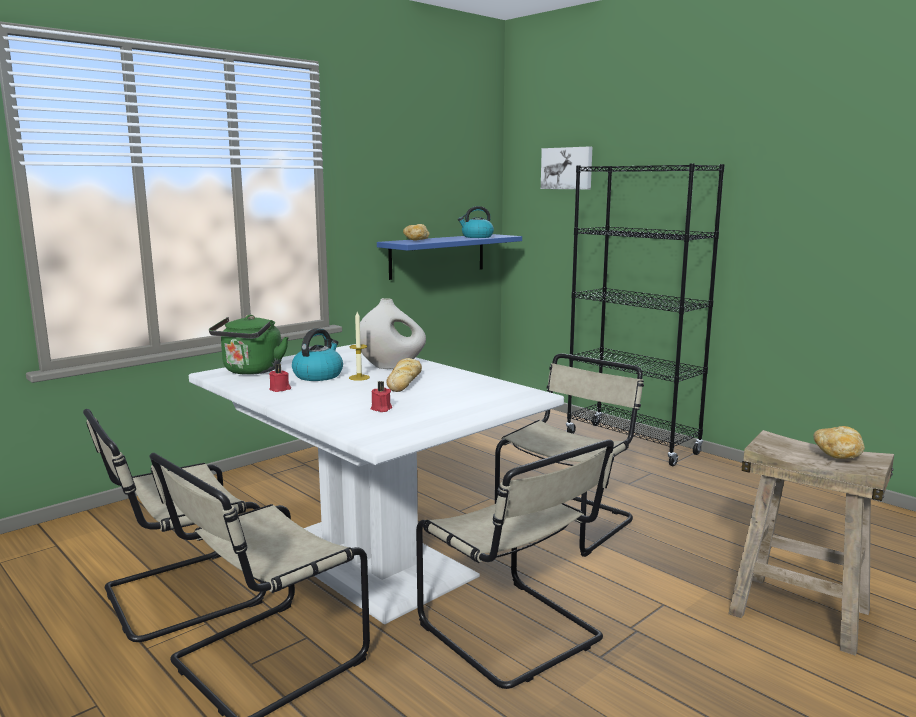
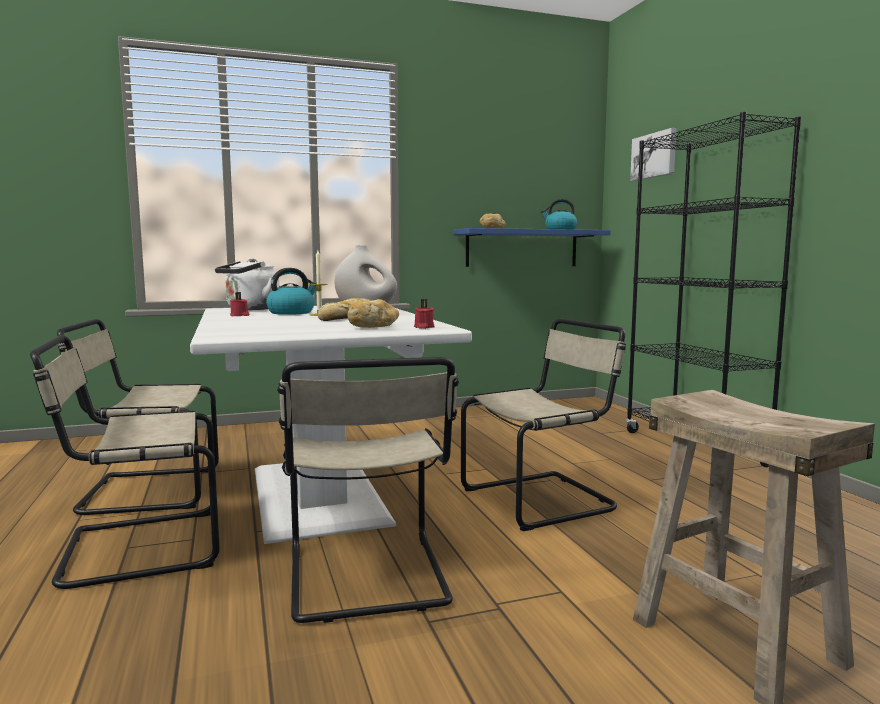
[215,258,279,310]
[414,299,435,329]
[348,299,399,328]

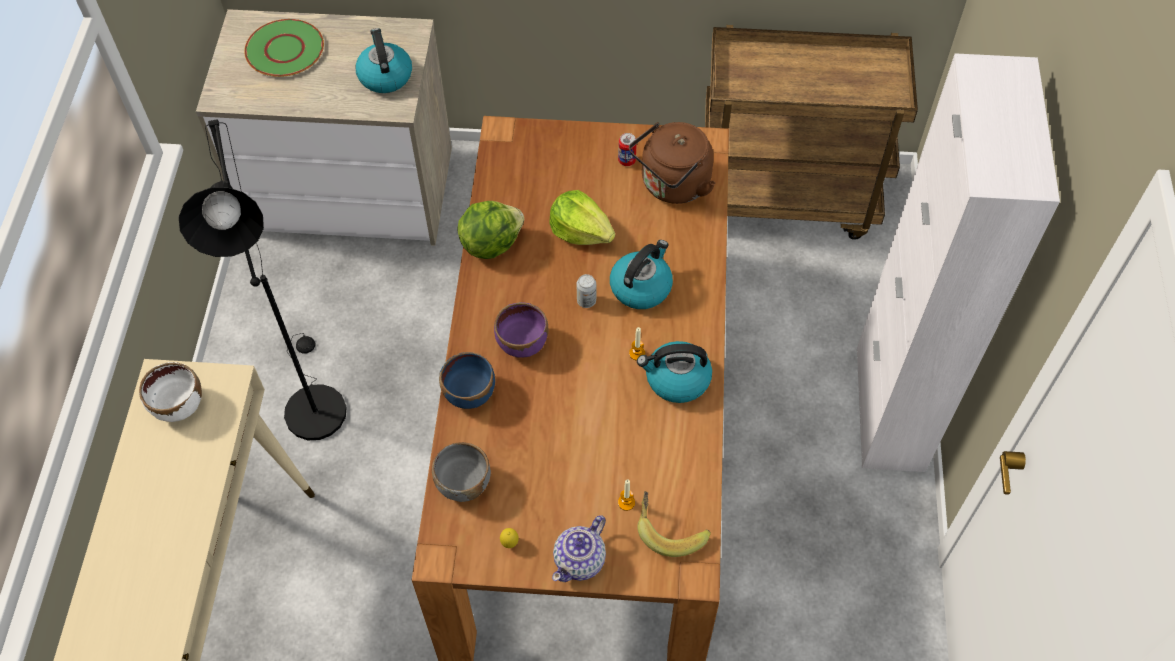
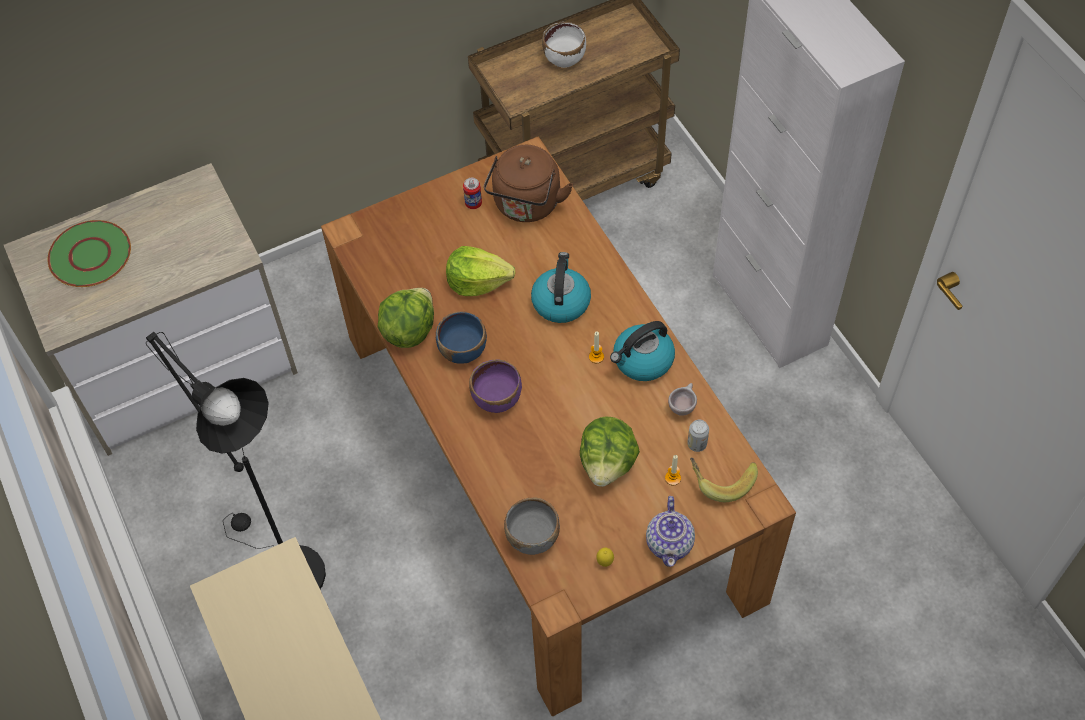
[356,28,412,93] (first image)
[687,420,709,452]
[436,311,487,364]
[542,22,586,68]
[668,383,697,416]
[580,417,640,487]

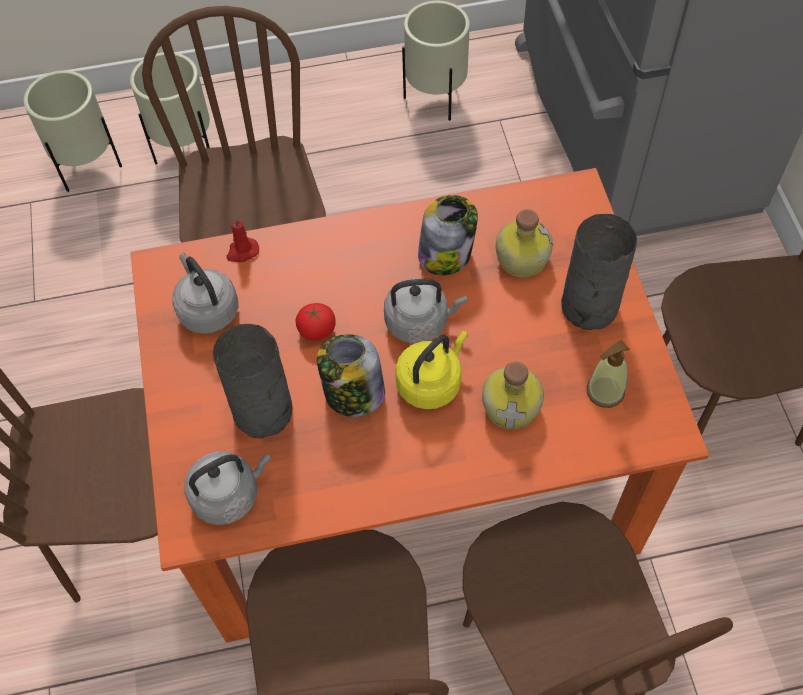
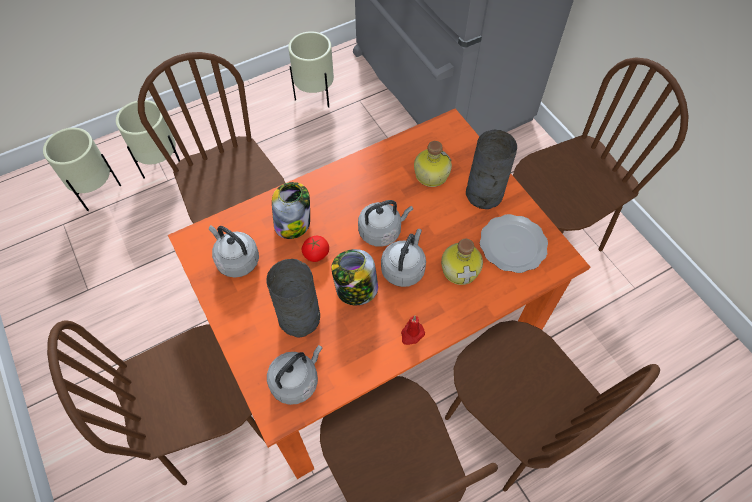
[272,182,310,239]
[401,316,425,345]
[381,229,426,287]
[480,214,548,273]

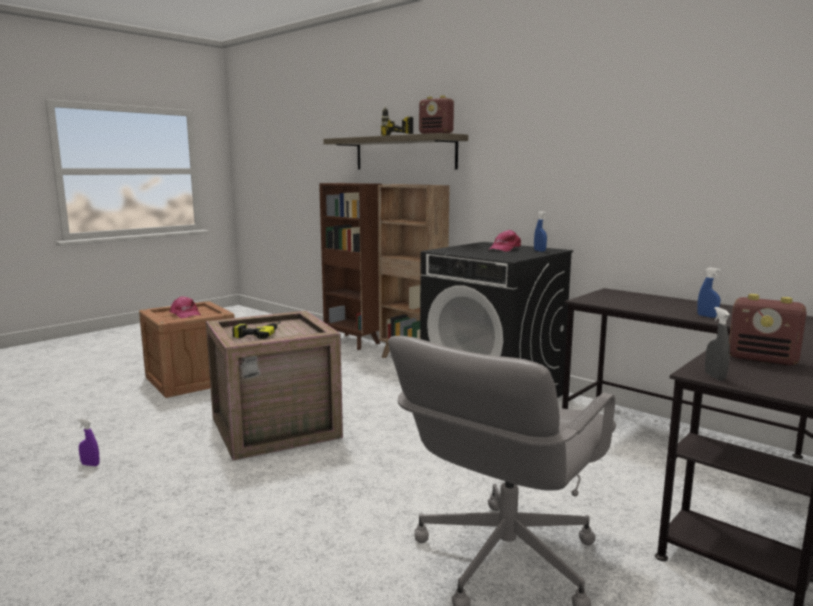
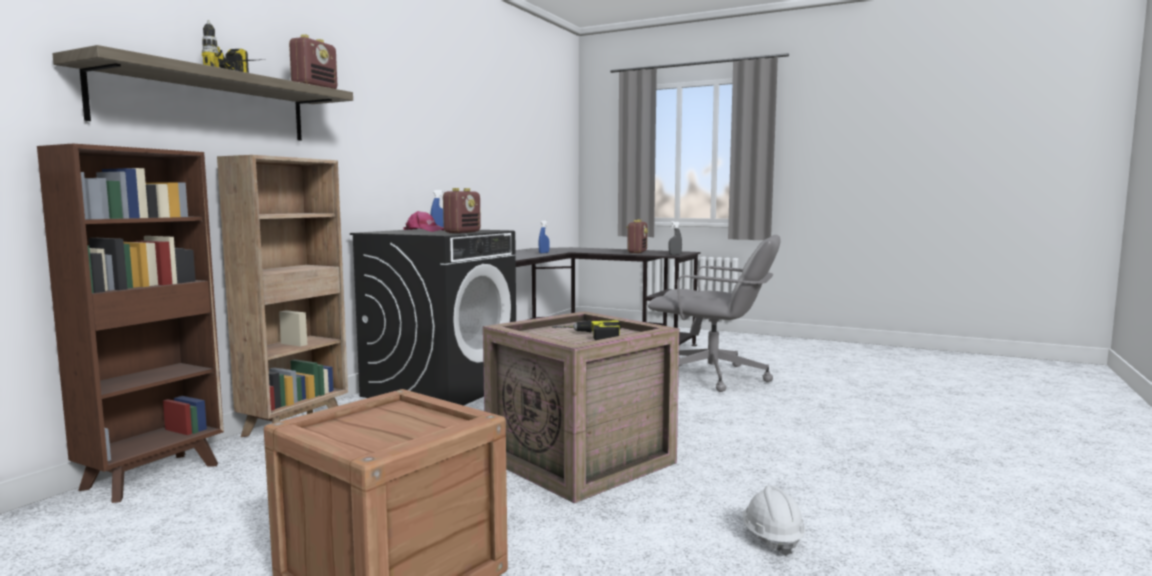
[169,296,201,319] (first image)
[743,485,806,556]
[443,188,481,234]

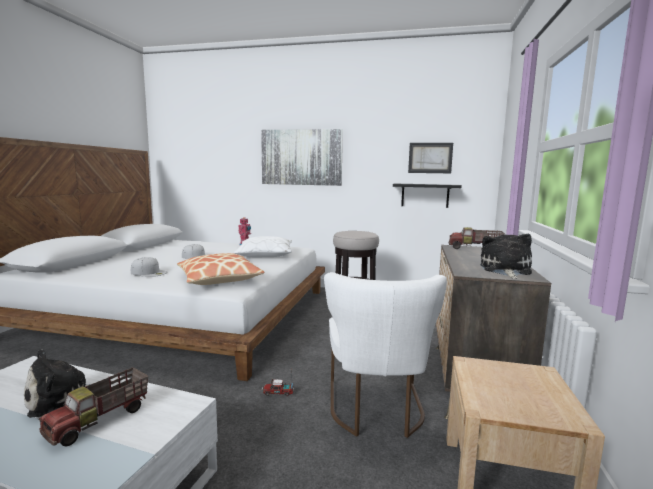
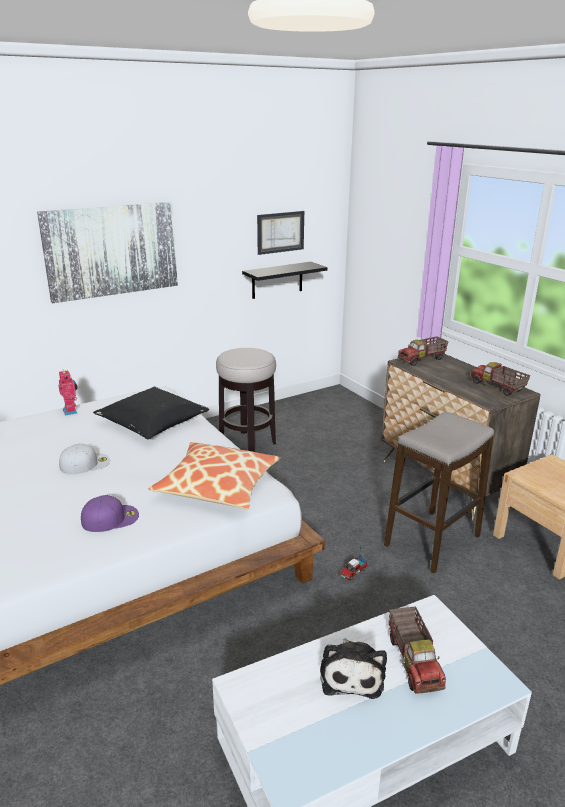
[470,362,530,396]
[93,387,209,439]
[81,495,139,532]
[384,411,494,574]

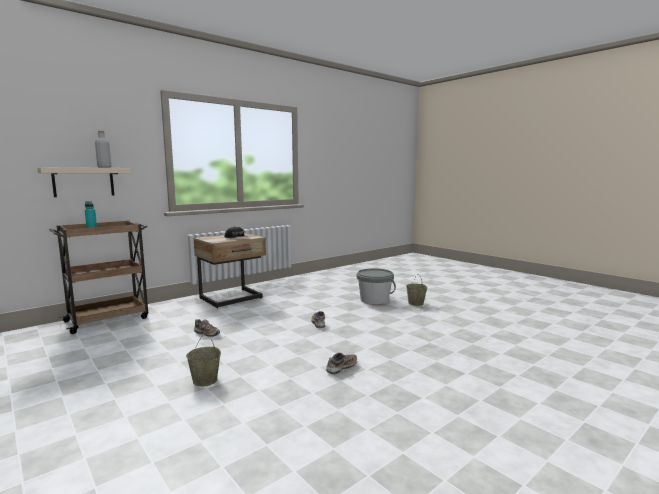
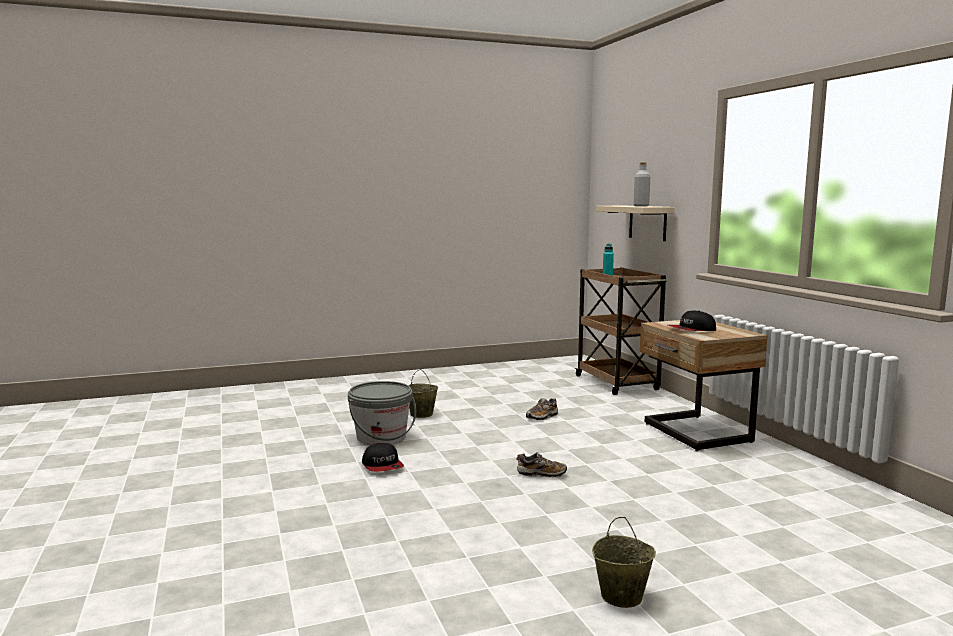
[348,381,416,445]
[362,443,404,472]

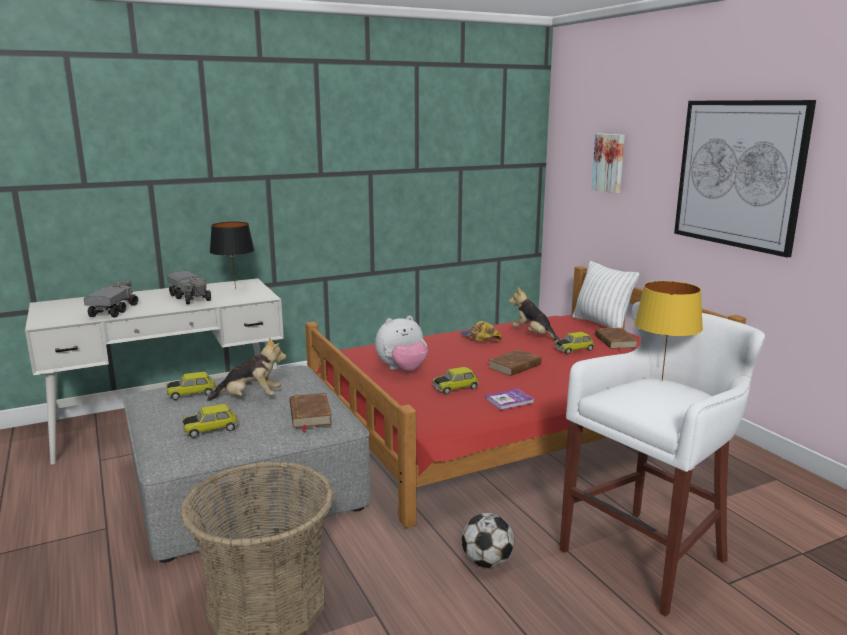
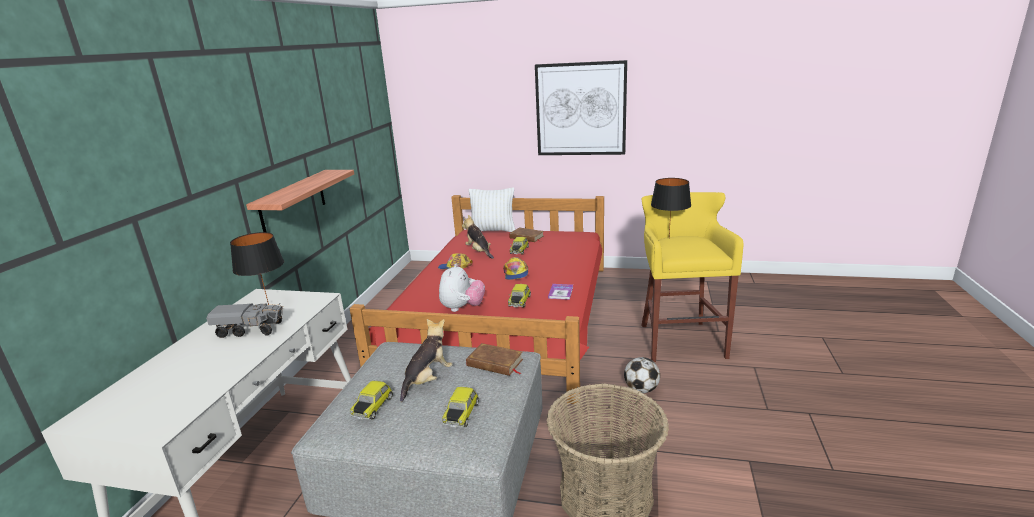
[591,133,625,193] (first image)
[83,281,139,317] (first image)
[651,178,691,236]
[462,215,494,259]
[641,192,744,362]
[503,257,528,280]
[246,170,354,232]

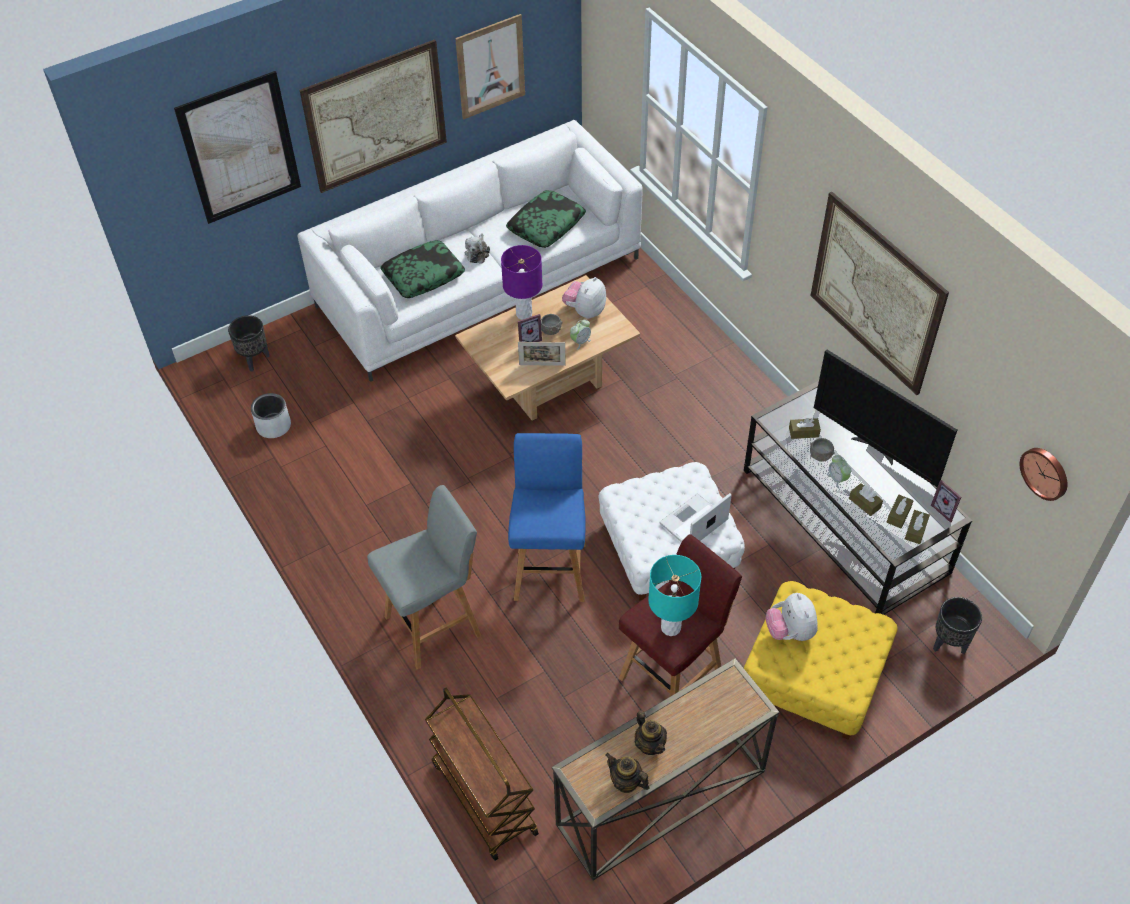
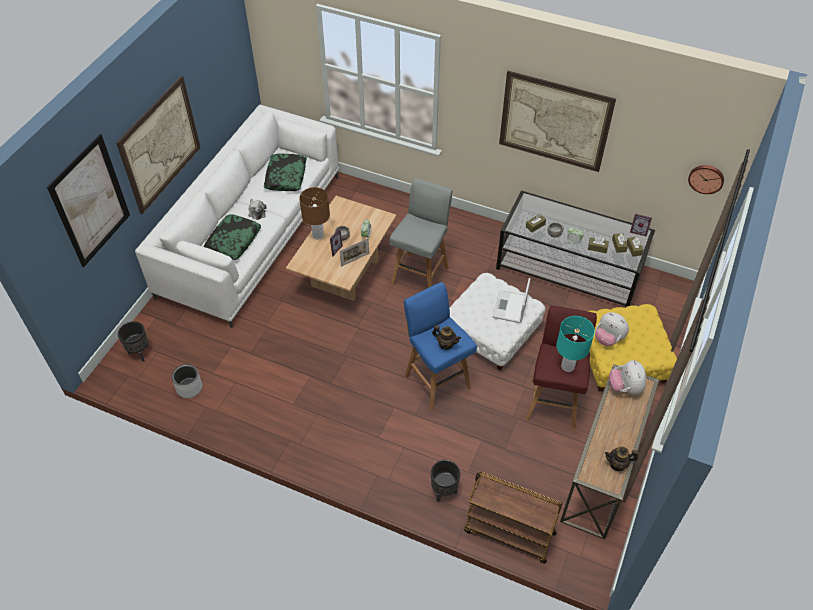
[455,14,525,119] (first image)
[299,187,330,240]
[609,360,646,395]
[814,350,957,487] (first image)
[390,178,453,288]
[431,460,460,502]
[432,325,461,350]

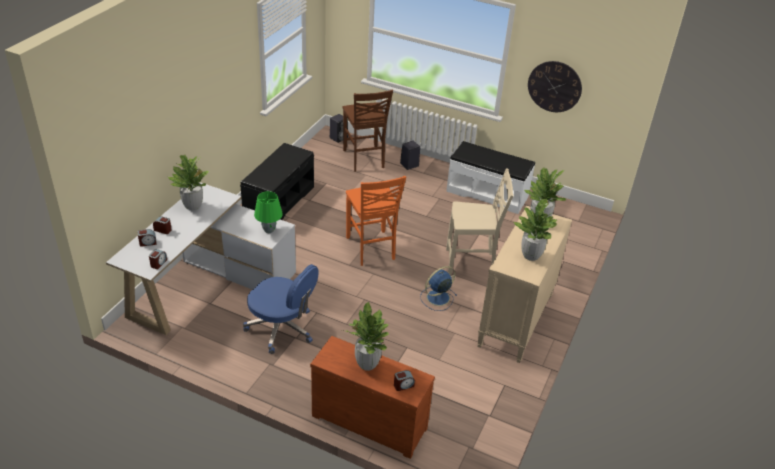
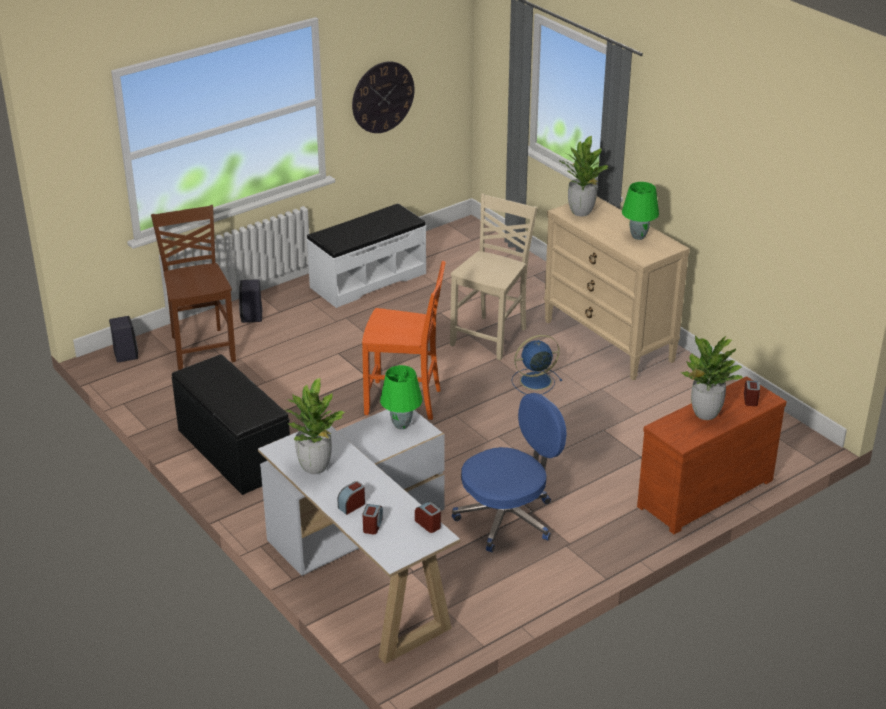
[151,205,236,370]
[622,182,659,240]
[512,335,562,395]

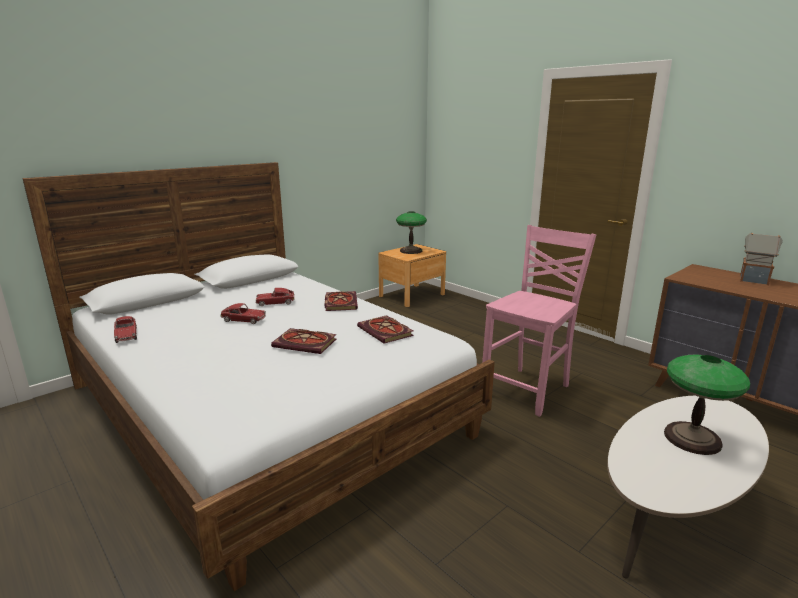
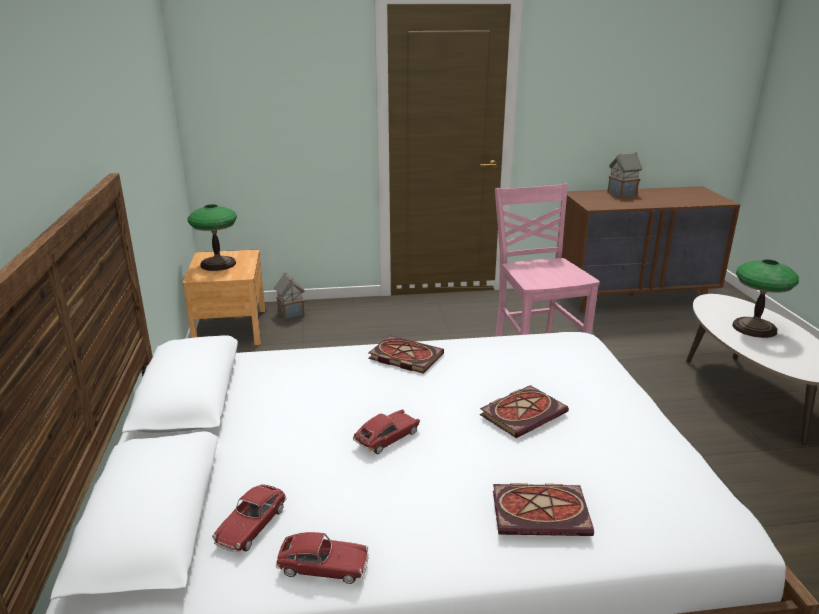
[212,484,286,552]
[493,483,594,536]
[274,273,305,320]

